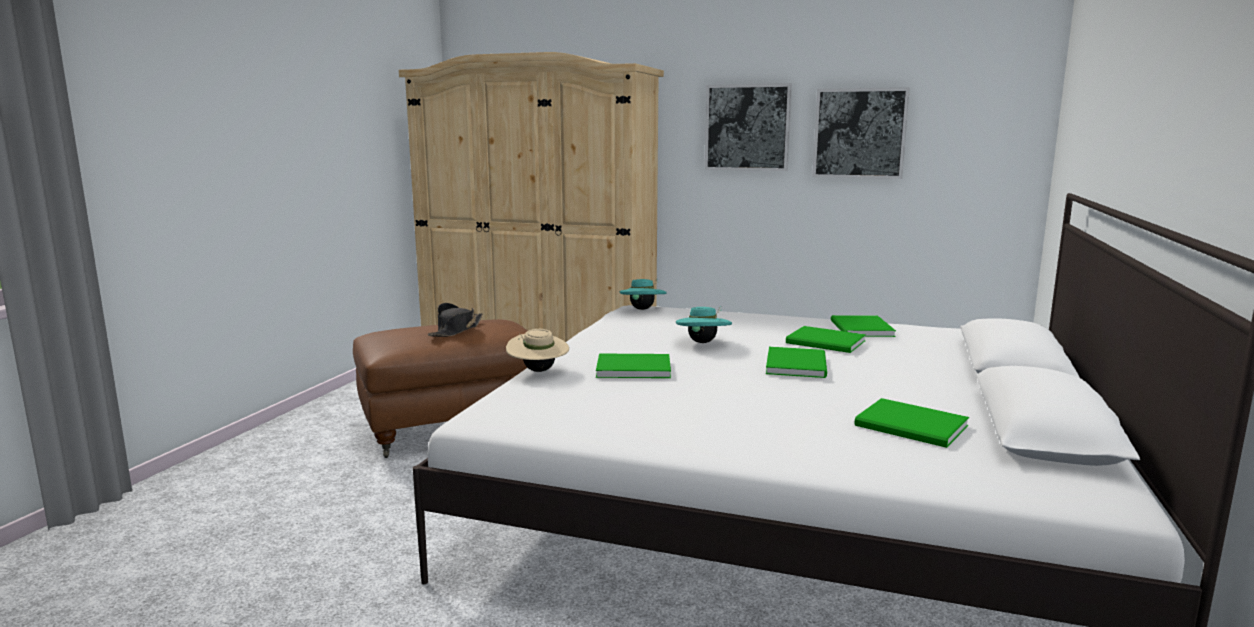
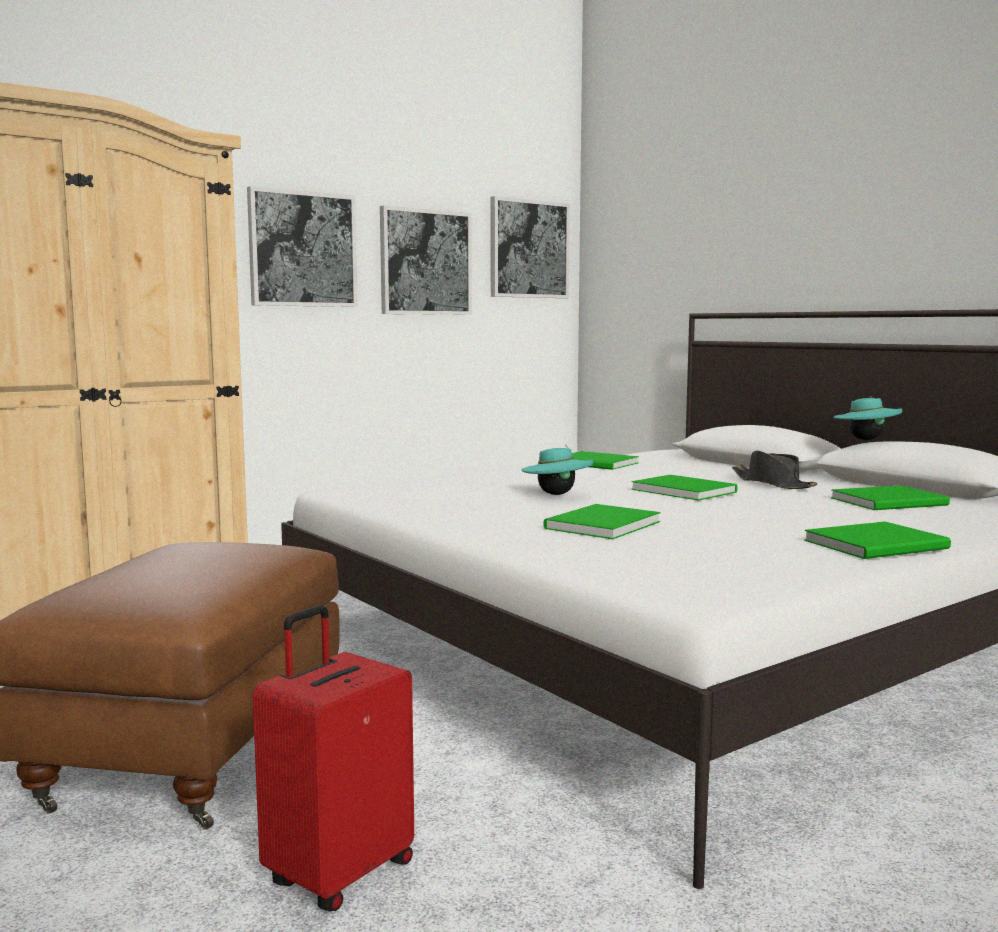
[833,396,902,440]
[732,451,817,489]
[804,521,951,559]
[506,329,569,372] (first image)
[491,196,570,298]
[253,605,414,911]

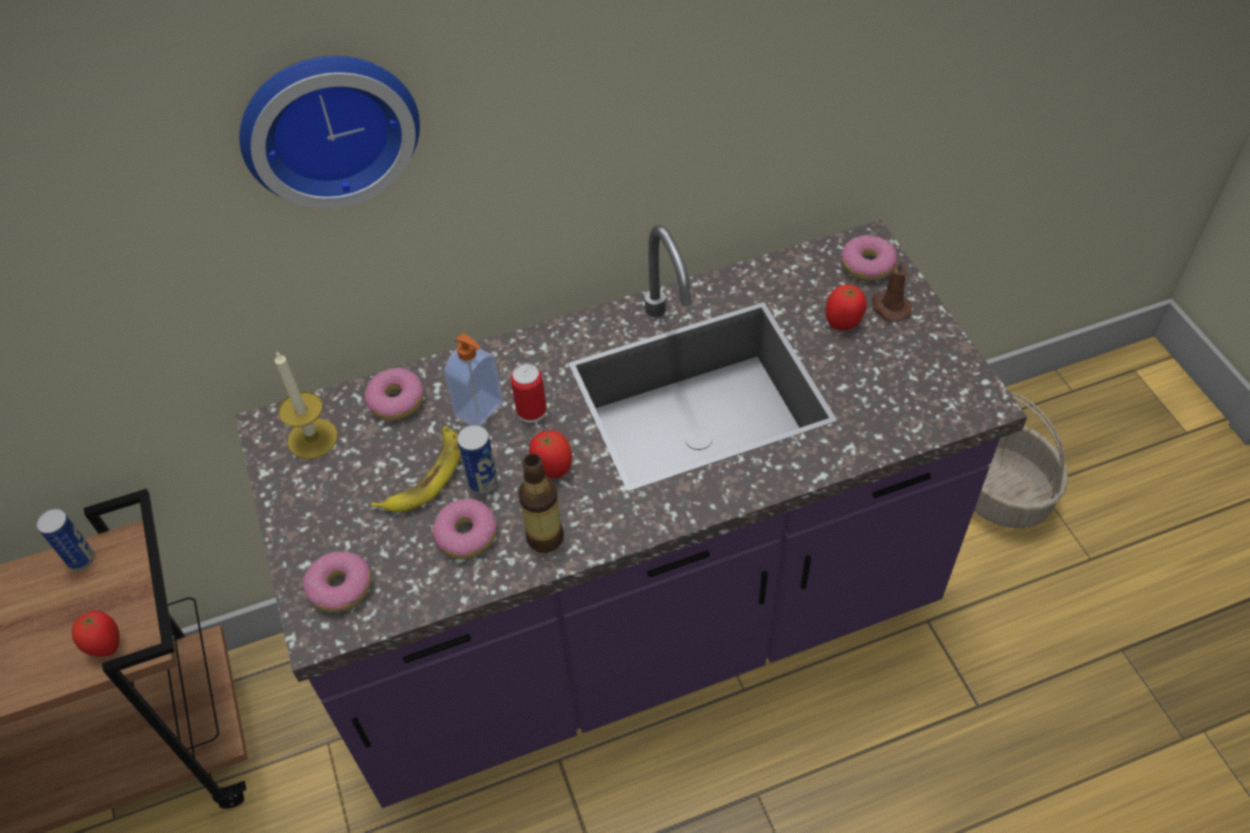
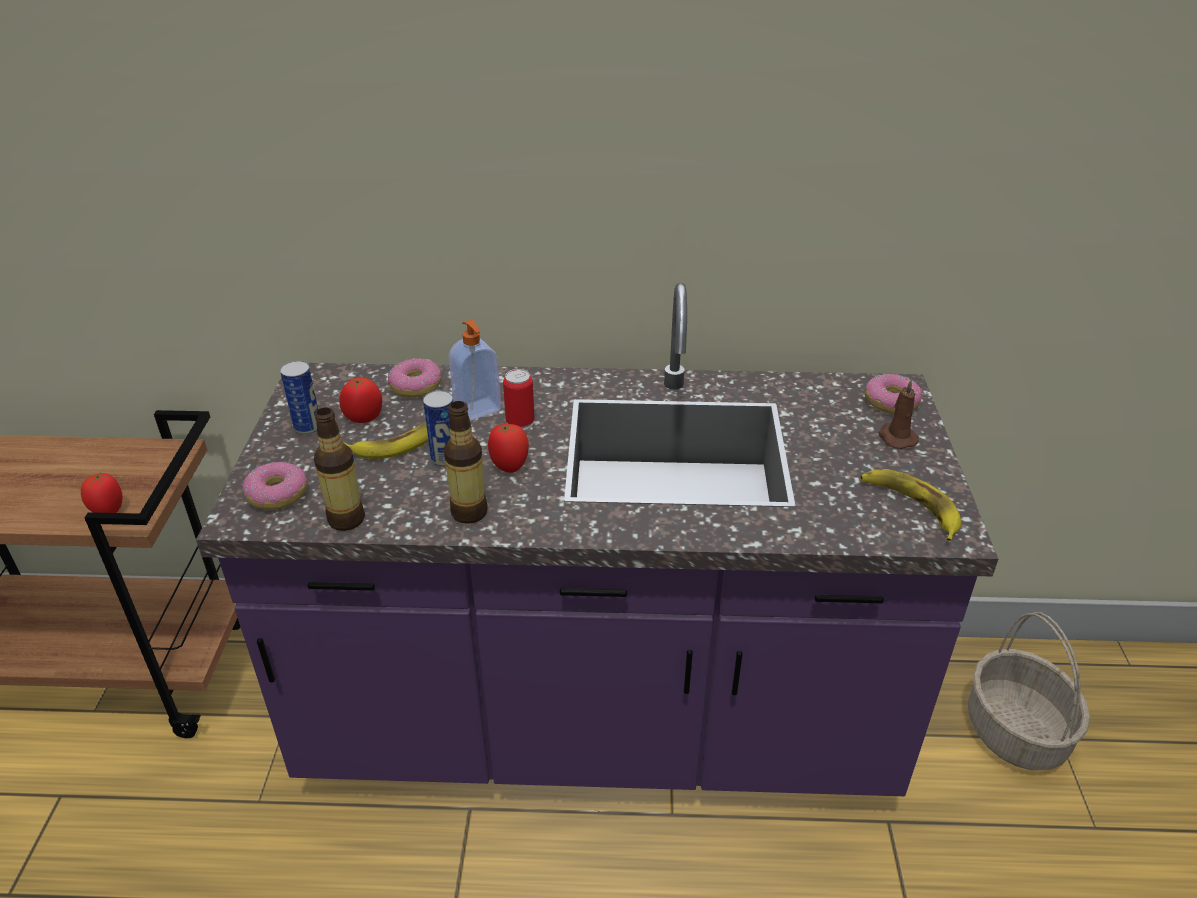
[239,56,420,209] (first image)
[339,377,382,423]
[275,351,338,459] (first image)
[433,498,497,559] (first image)
[280,361,318,435]
[314,408,365,531]
[860,469,961,541]

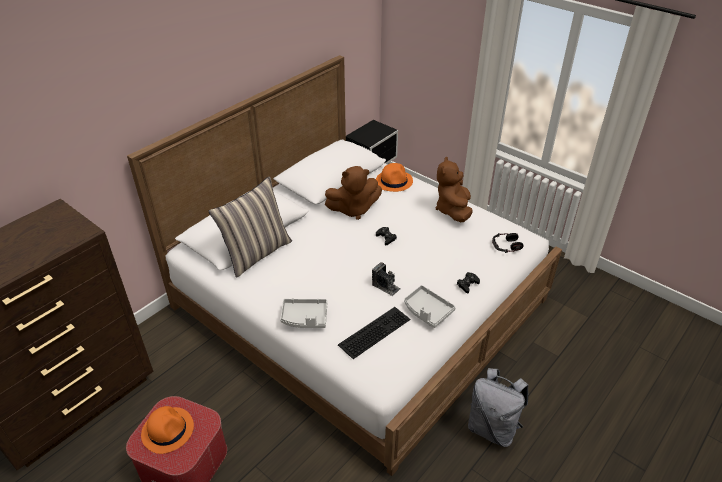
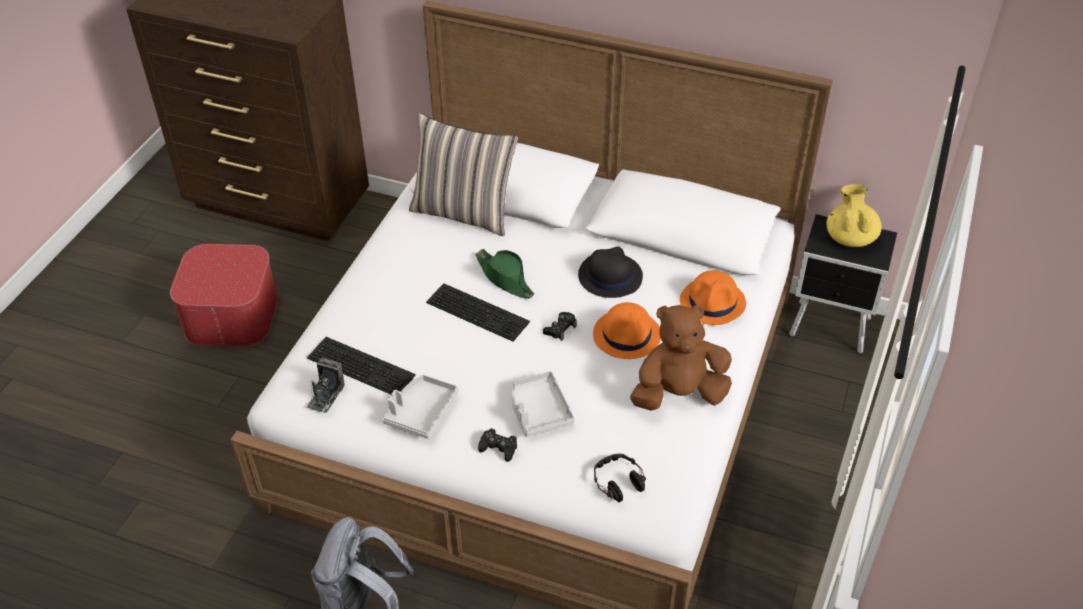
[578,247,643,298]
[307,358,345,413]
[512,371,575,437]
[593,302,661,359]
[826,184,882,247]
[475,249,534,299]
[426,283,530,342]

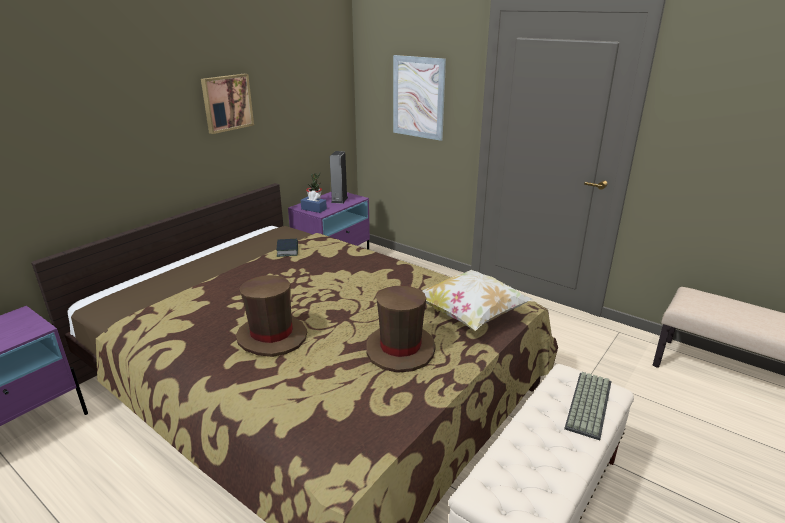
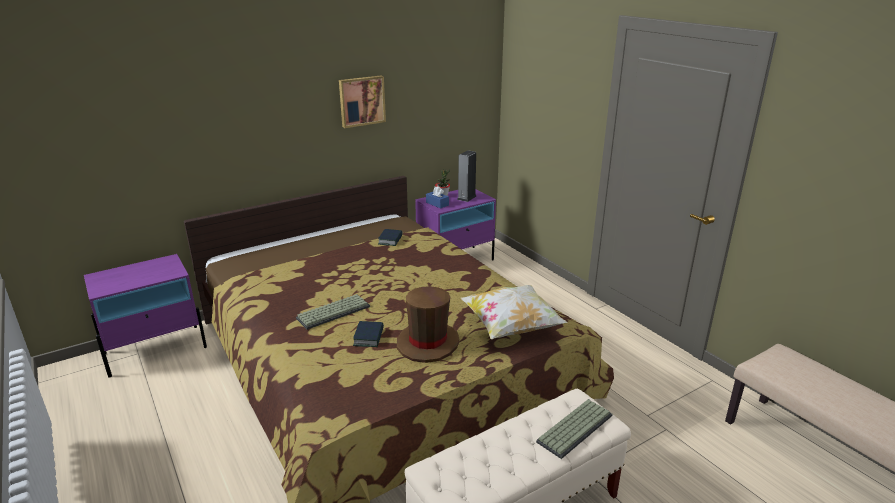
[393,55,446,141] (first image)
[296,294,370,330]
[353,321,384,347]

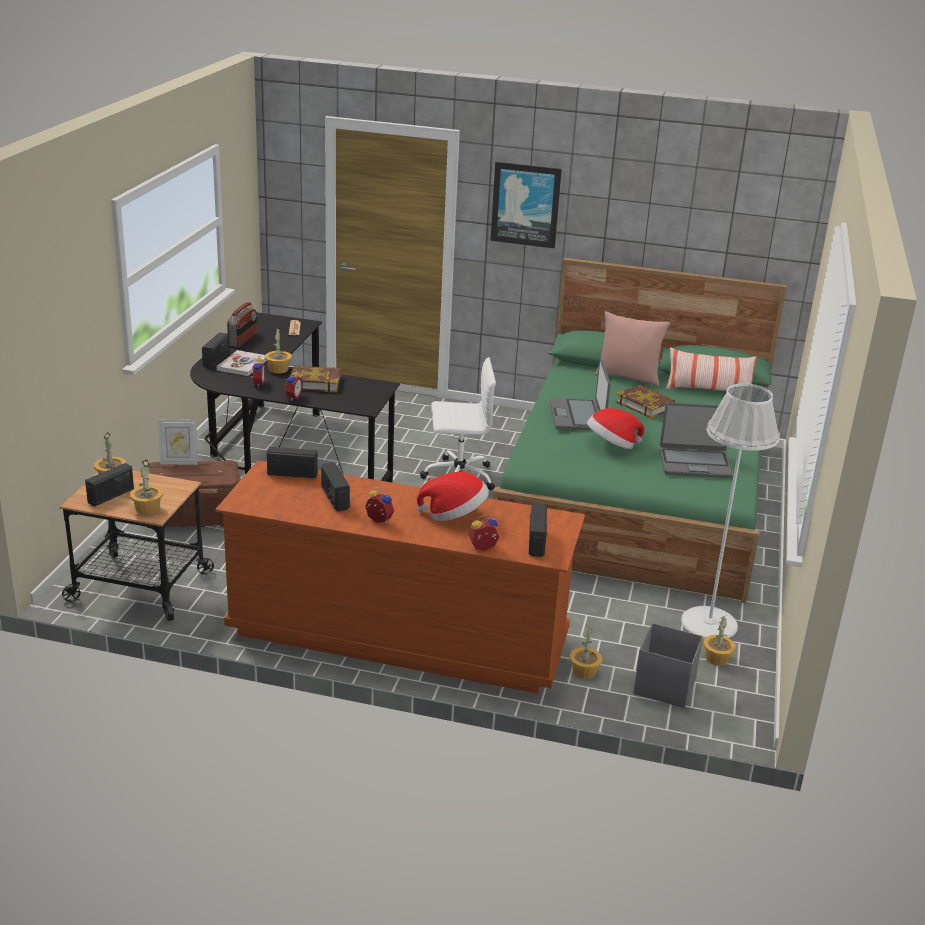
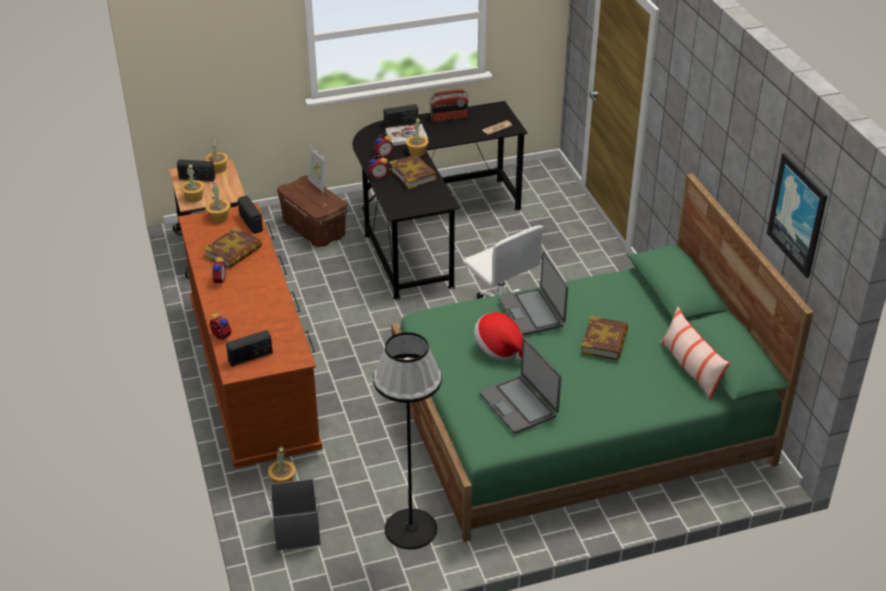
[767,153,827,278]
[595,311,670,386] (first image)
[499,251,568,335]
[373,332,442,550]
[203,227,262,269]
[417,472,489,521] (first image)
[205,183,231,223]

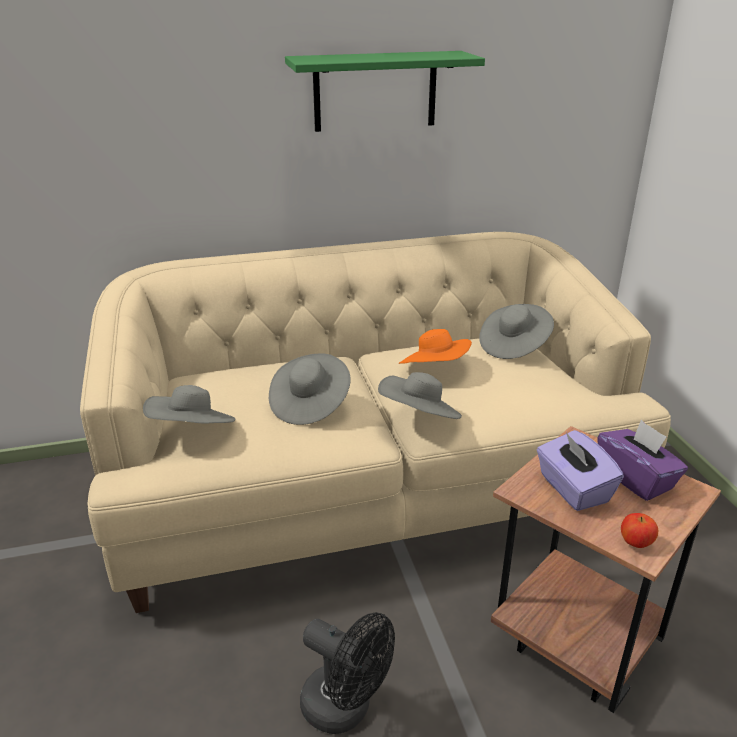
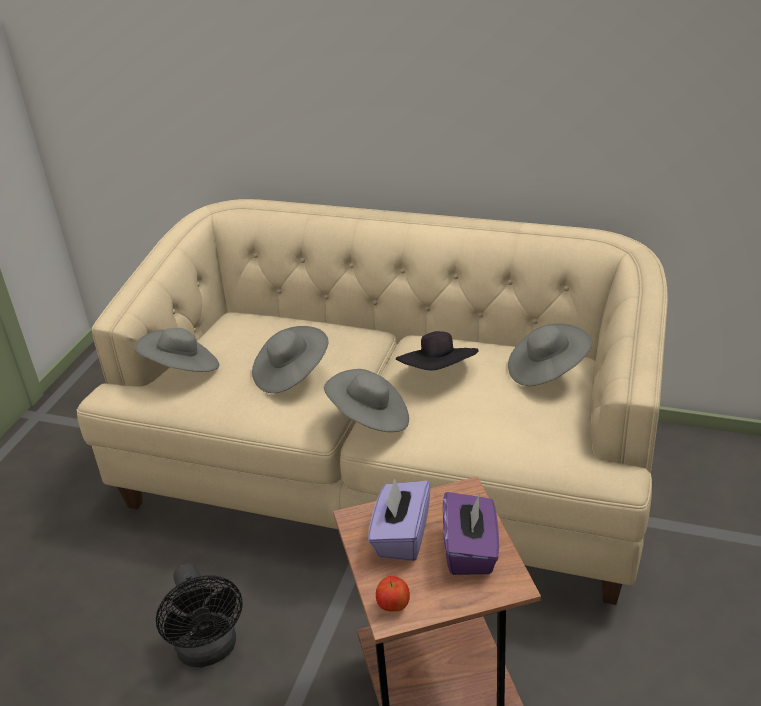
[285,51,485,132] (first image)
[396,331,479,370]

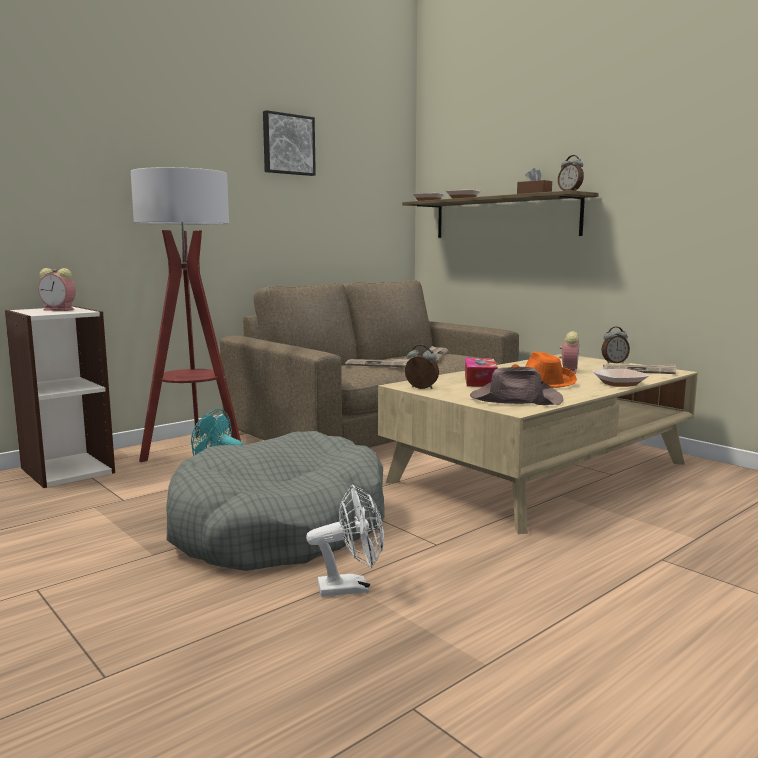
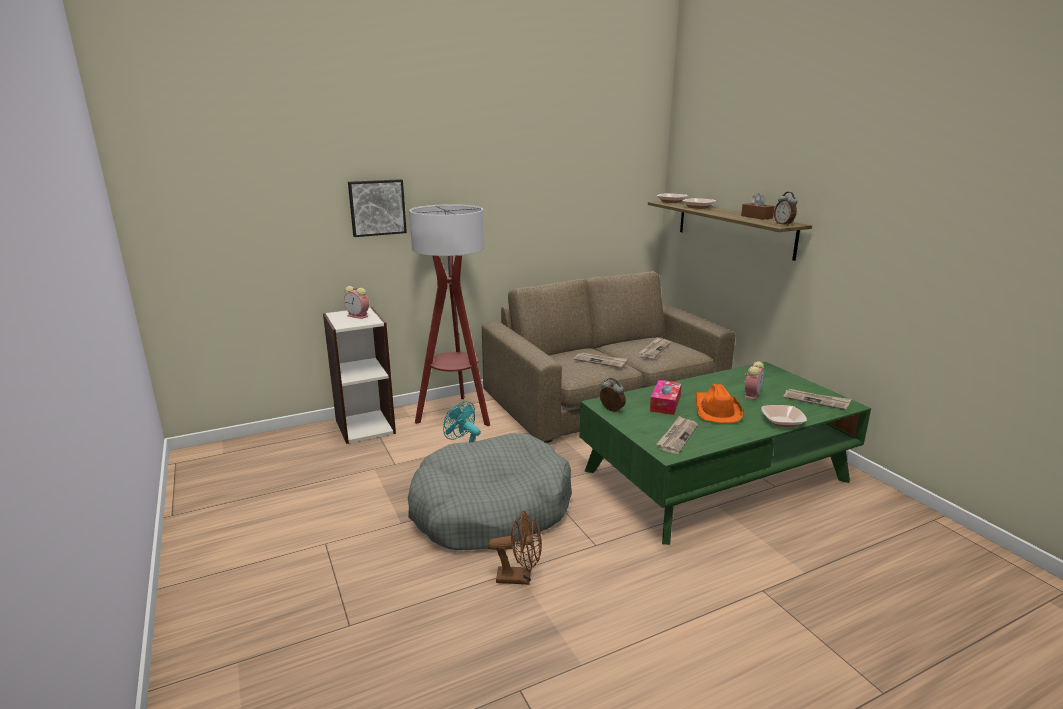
[348,179,407,237]
[601,327,630,364] (first image)
[580,362,871,545]
[656,416,698,454]
[488,511,542,585]

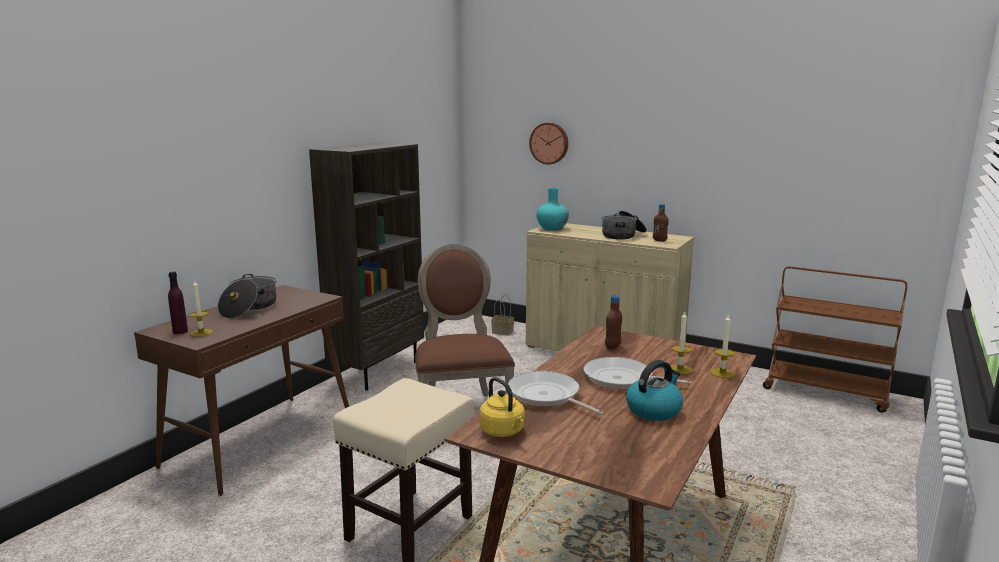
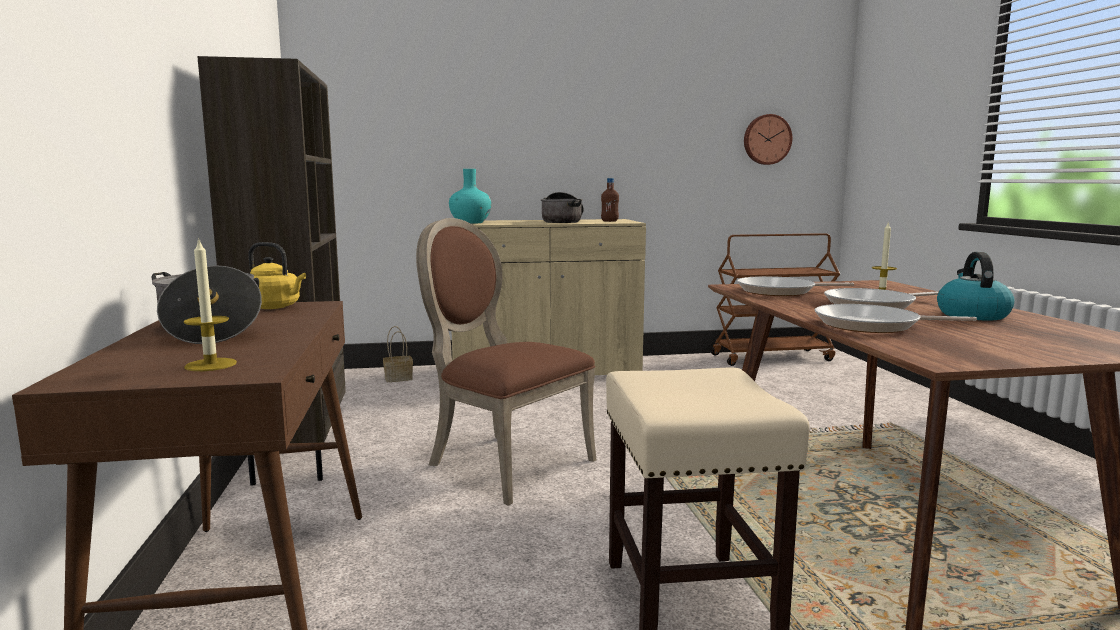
[744,114,792,165]
[168,272,188,334] (first image)
[737,276,854,296]
[711,314,735,378] (first image)
[248,242,306,309]

